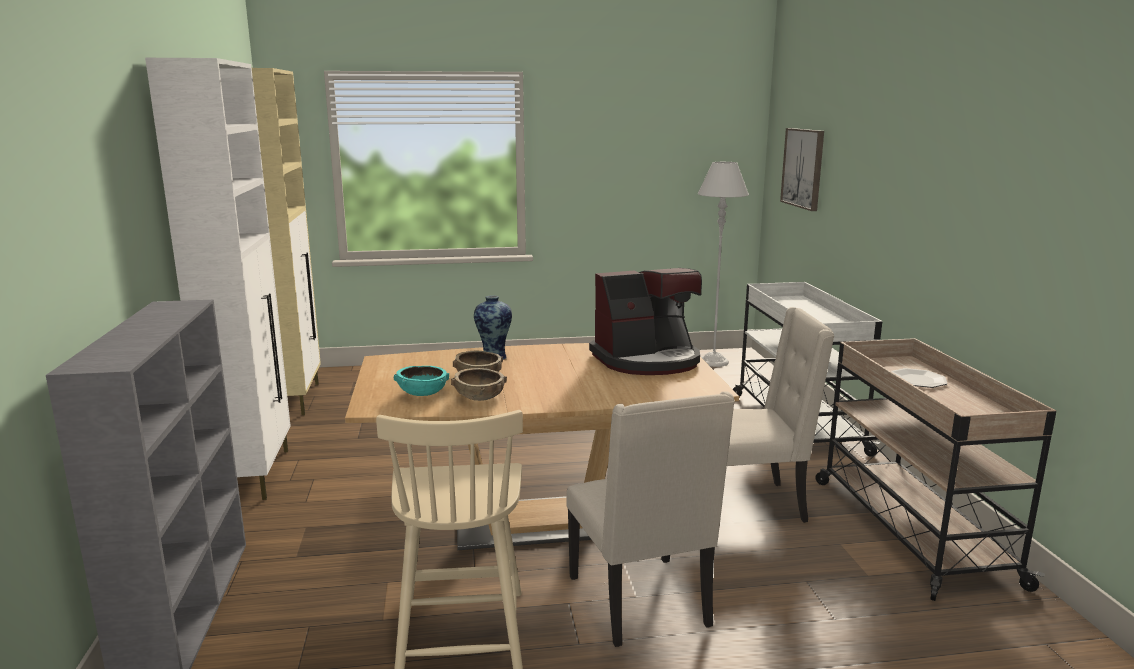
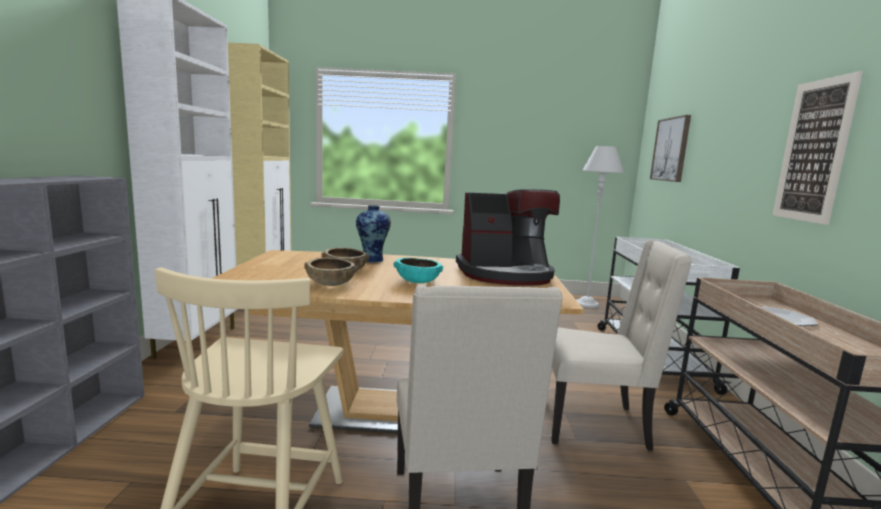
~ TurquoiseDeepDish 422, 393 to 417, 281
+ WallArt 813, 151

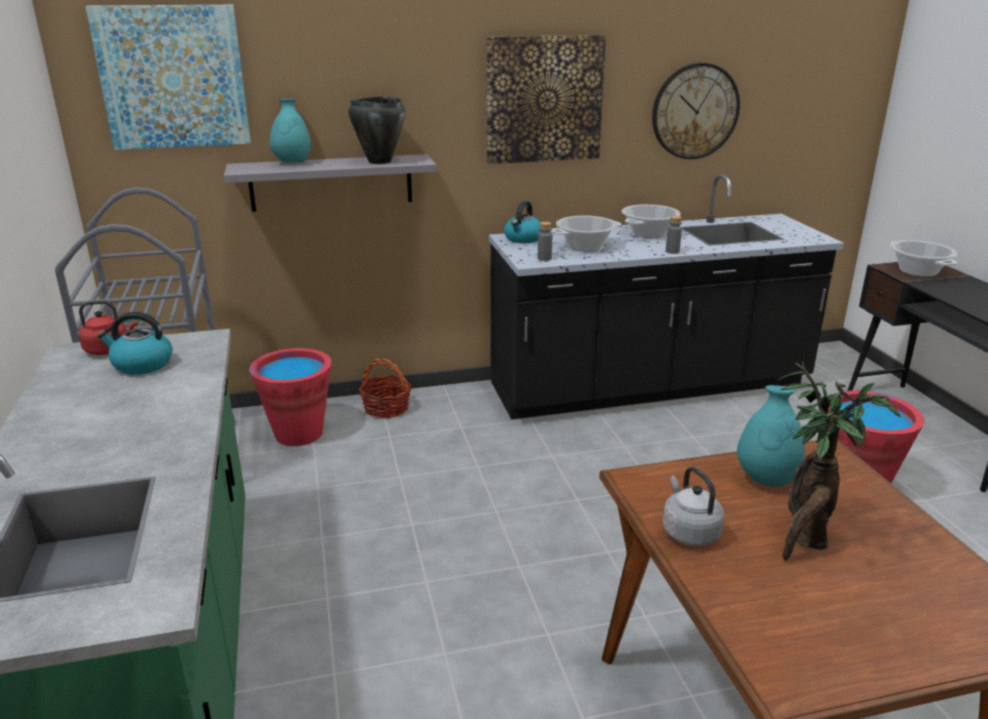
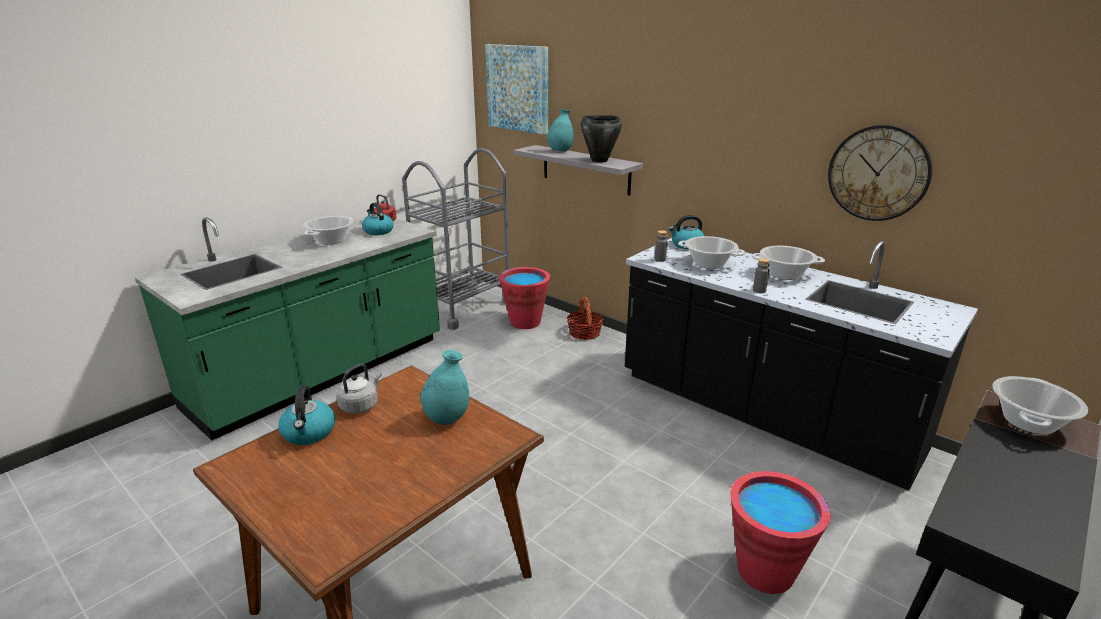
- WallArt 543, 99
- Houseplant 806, 537
+ Kettle 309, 433
+ Saucepot 331, 240

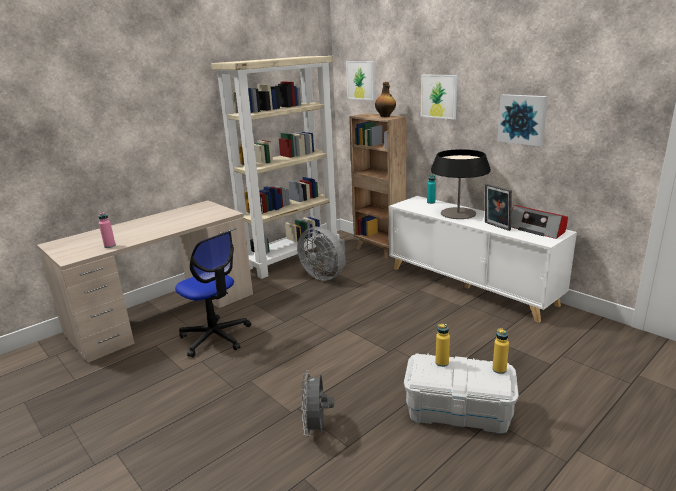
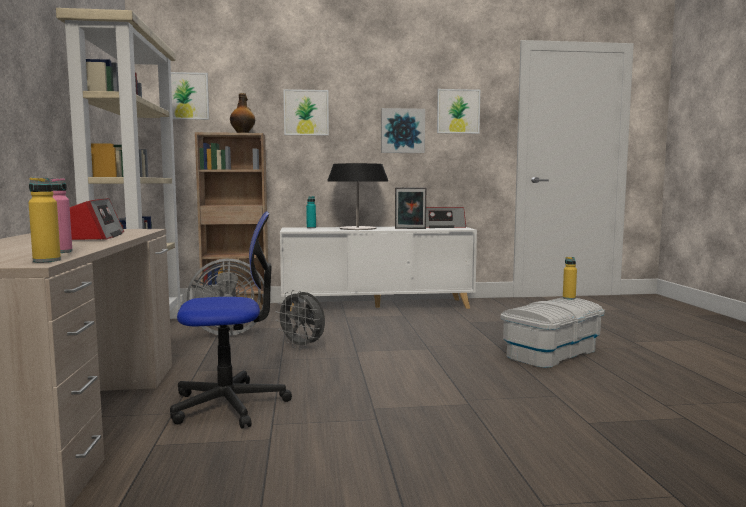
~ GreyishElectricFan 317, 428 to 302, 347
~ YellowBeverageBottle 442, 363 to 47, 260
+ Radio 94, 236
+ WallArt 458, 111

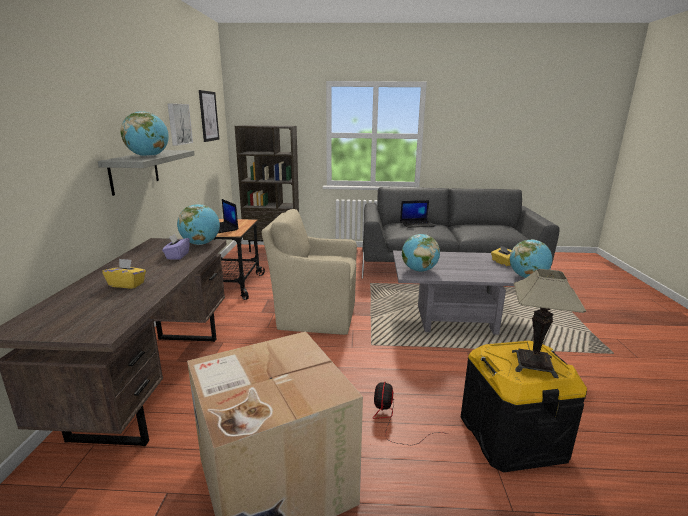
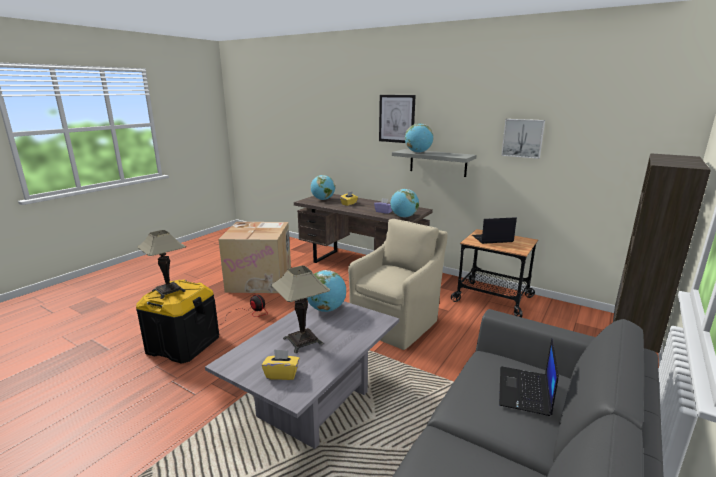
~ WallArt 208, 116 to 396, 118
~ Globe 527, 277 to 323, 199
+ TableLamp 302, 341

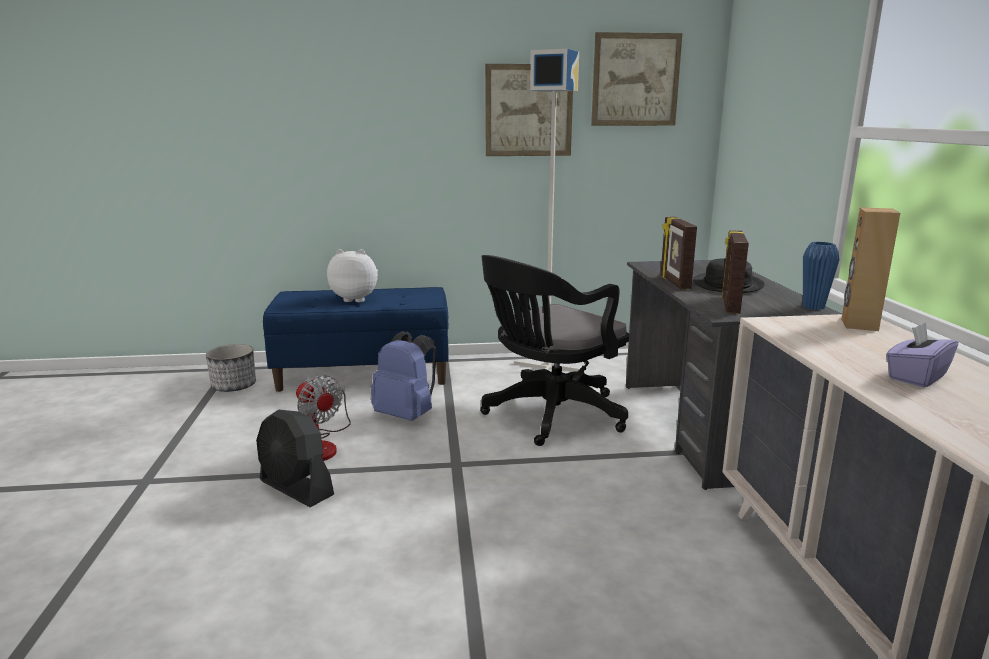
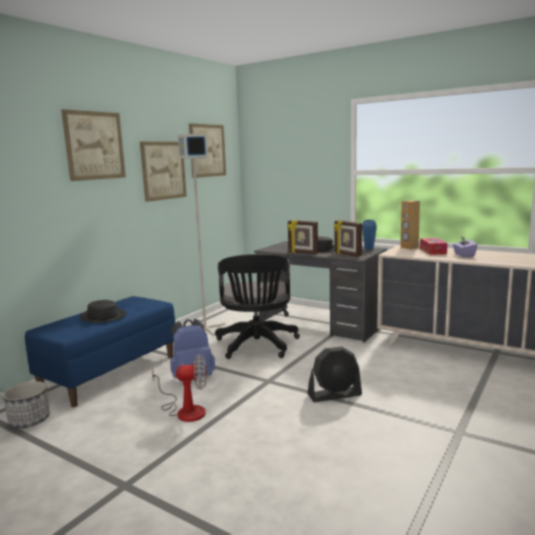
~ BlackColouredElectricFan 296, 488 to 334, 395
~ PlushToy 356, 299 to BlackColouredWearableHat 103, 316
+ WallArt 94, 145
+ BoxOfTissues 432, 251

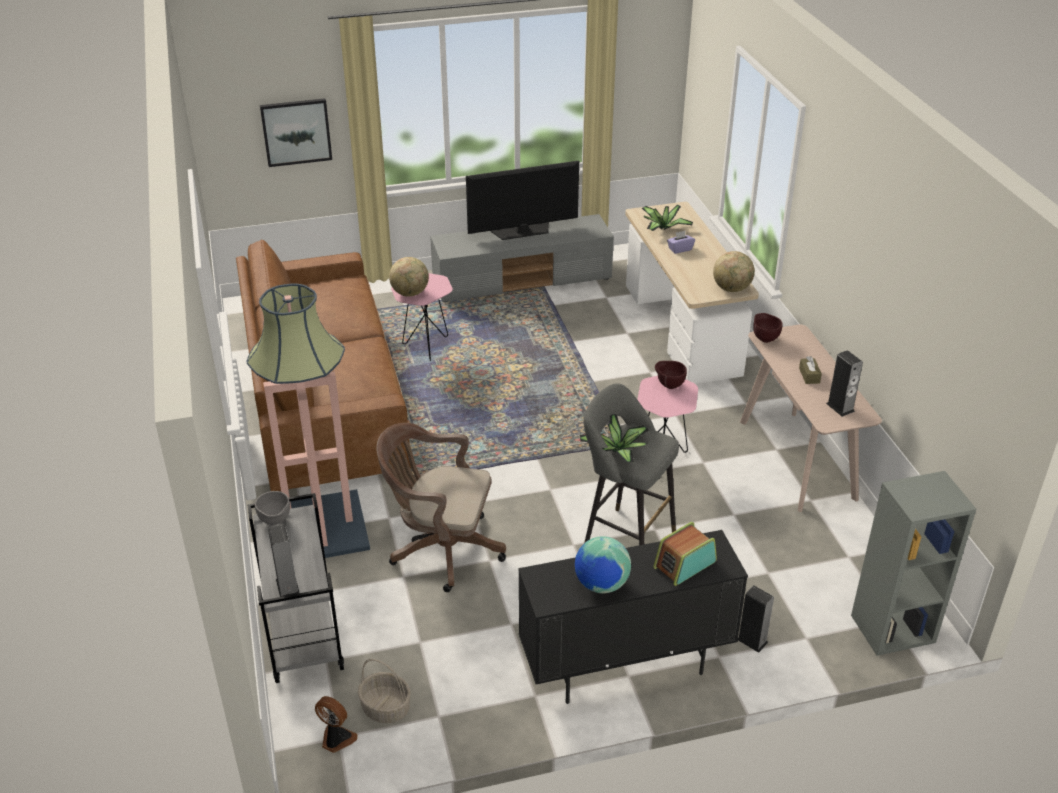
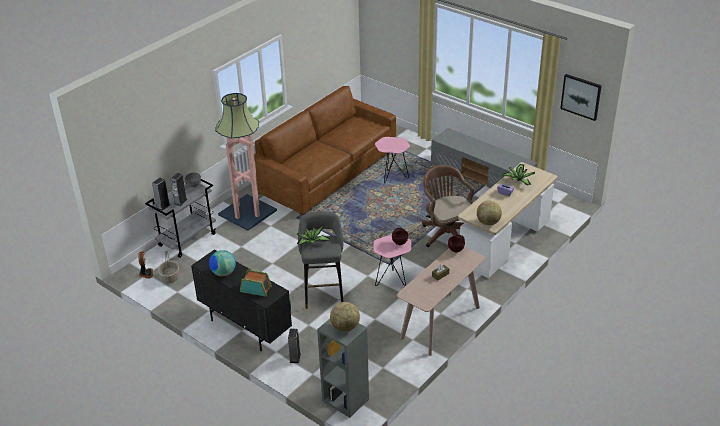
~ WallArt 296, 132 to 581, 96
~ BrownColouredComputerChair 441, 549 to 447, 233
~ Globe 410, 293 to 345, 327
- Tv 522, 231
~ AudioSpeaker 840, 407 to 180, 201

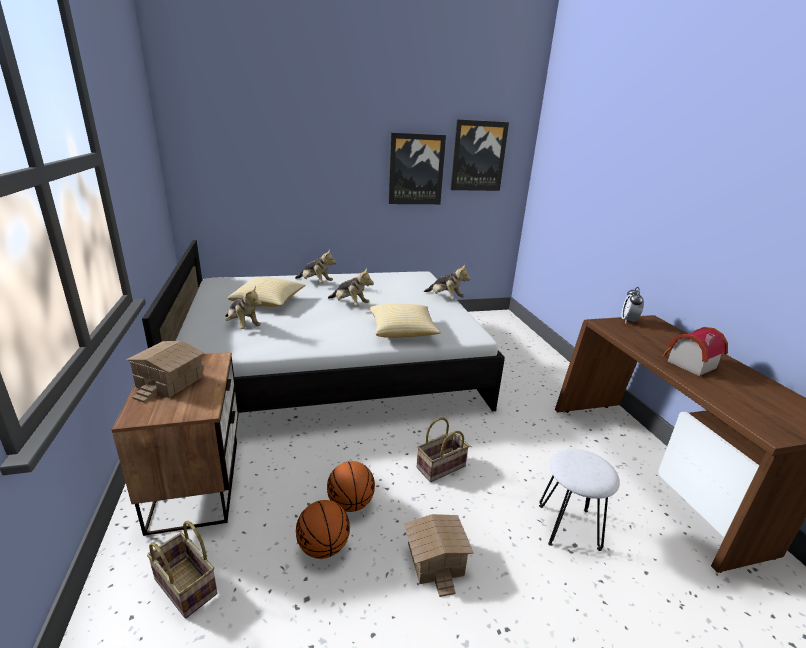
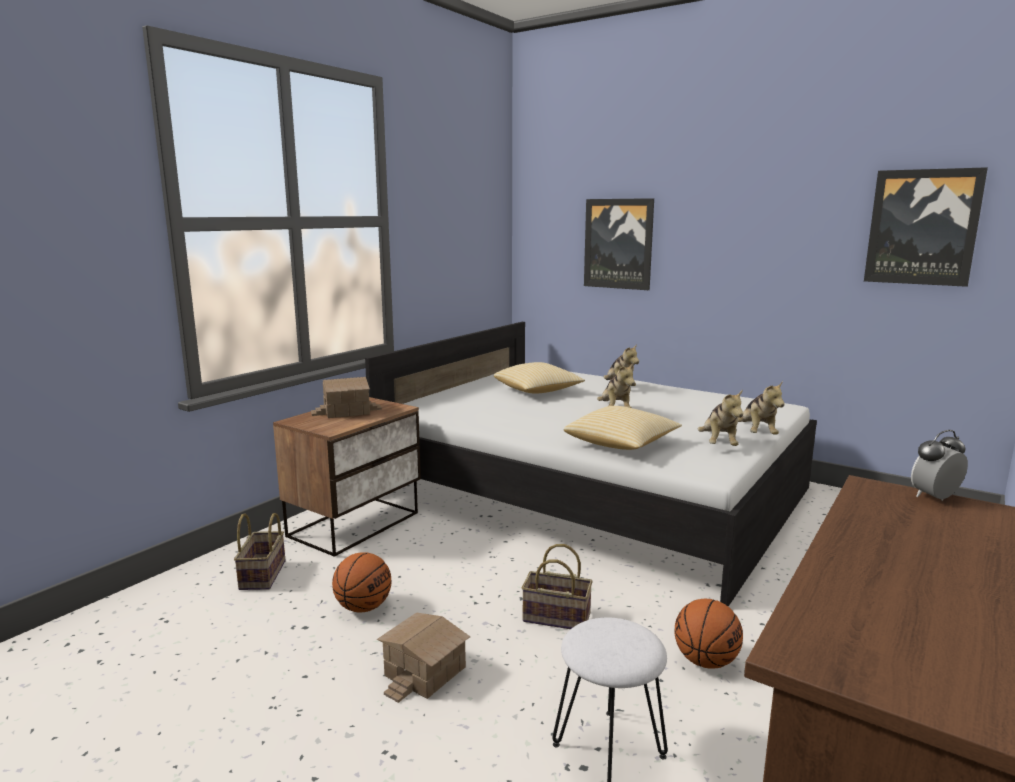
~ PlushToy 243, 326 to 718, 444
~ Basketball 351, 503 to 706, 661
~ WallArt 416, 169 to 618, 244
- MiniatureHouse 688, 363

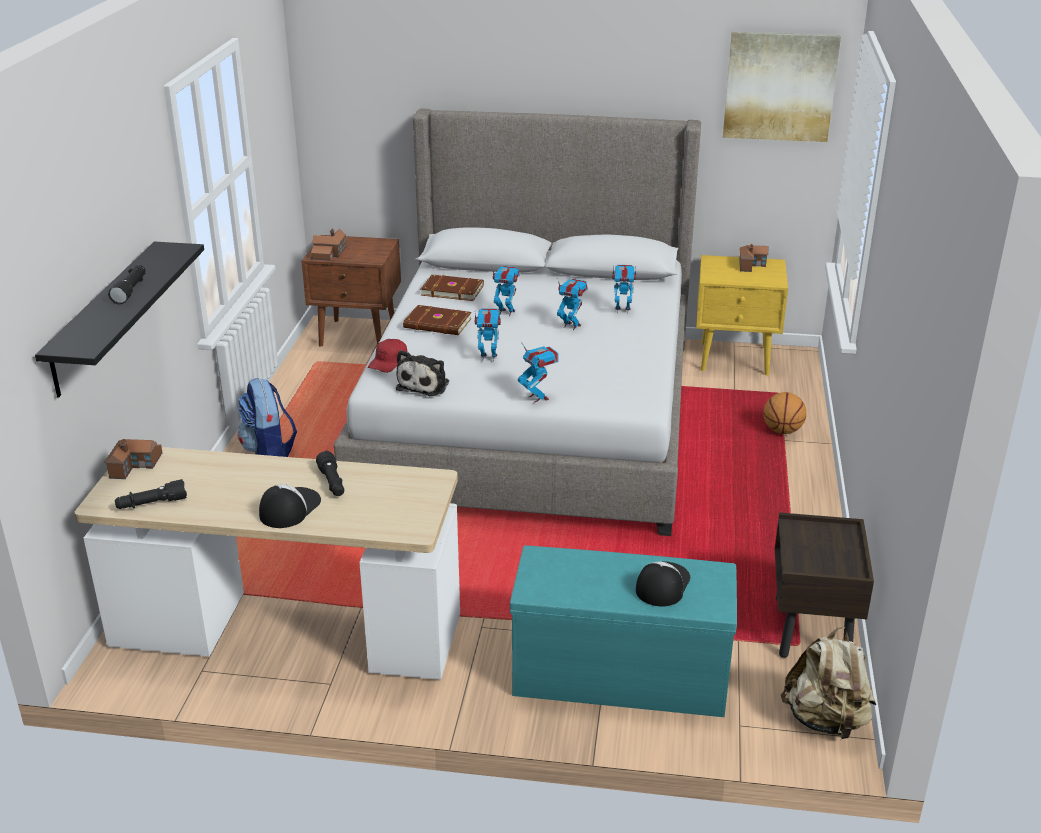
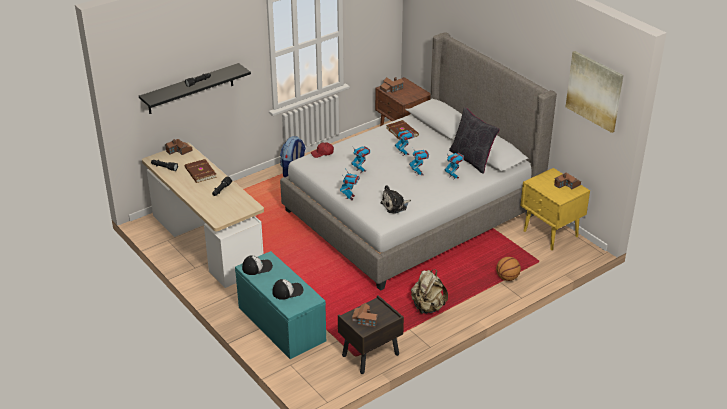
~ Cap 289, 508 to 257, 267
~ PlushToy 425, 384 to 395, 206
~ BrownColouredVolume 437, 324 to 200, 173
~ BeigeColouredRucksack 826, 720 to 428, 307
+ MiniatureHouse 364, 319
+ BlackColouredCushion 472, 159

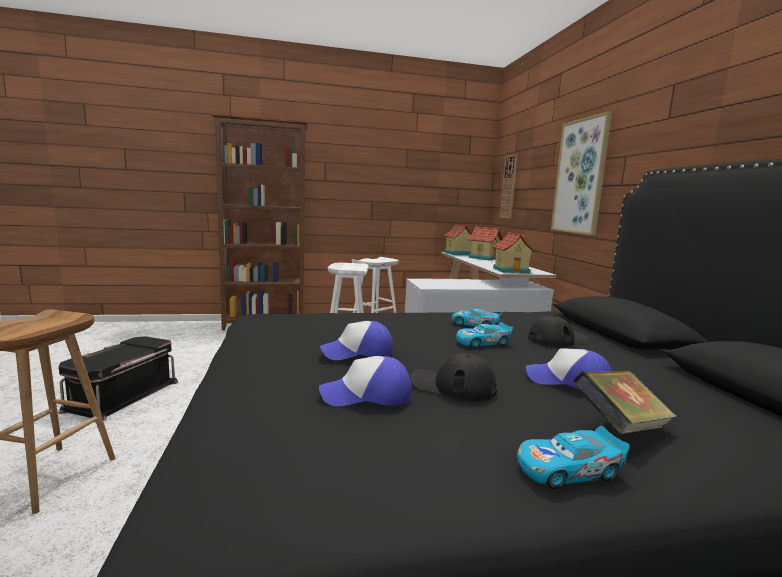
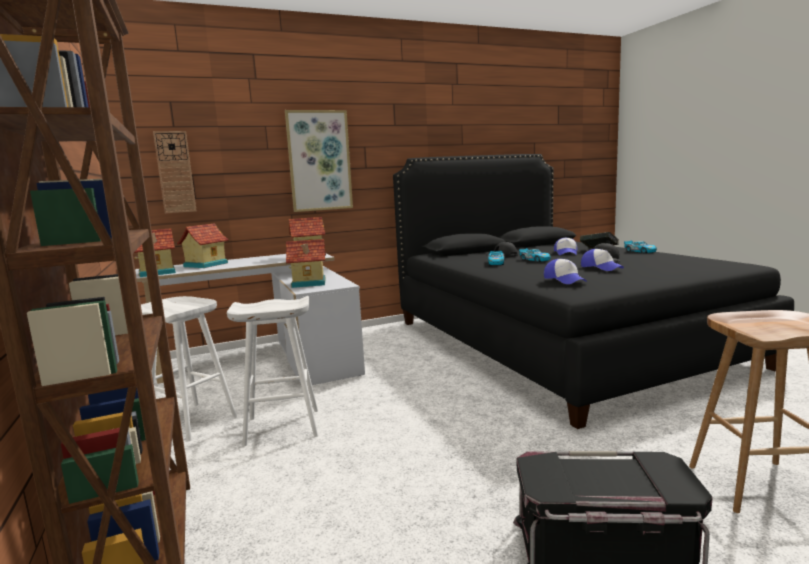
~ Cap 367, 395 to 564, 280
+ MiniatureHouse 309, 283

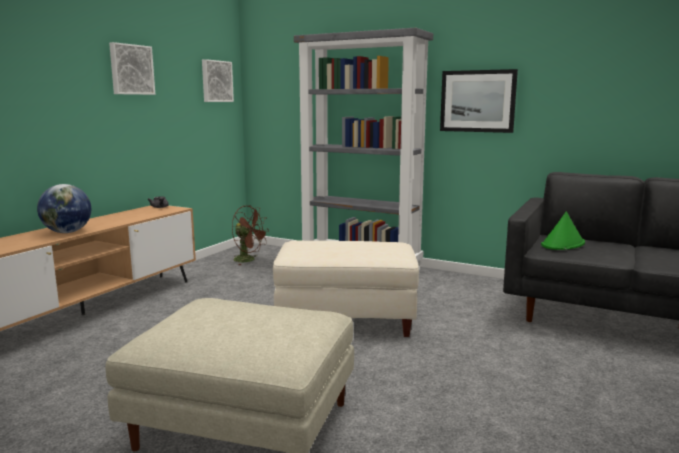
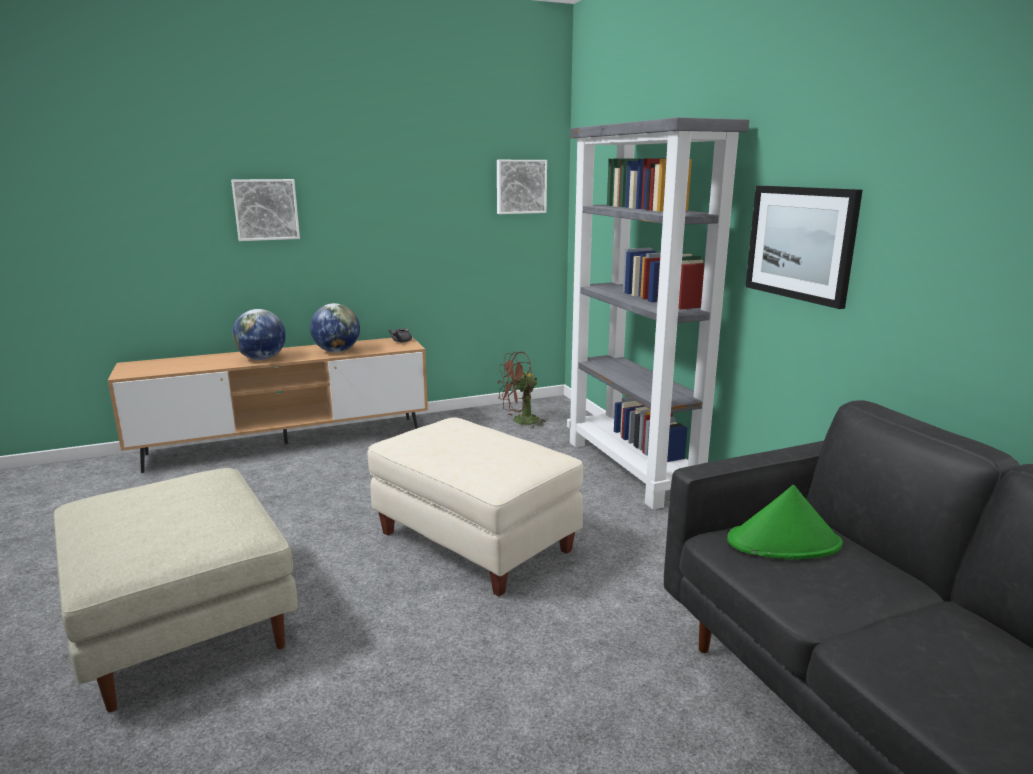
~ WallArt 131, 69 to 266, 209
~ BrownColouredElectricFan 249, 260 = 520, 422 90 degrees clockwise
+ Globe 337, 351

